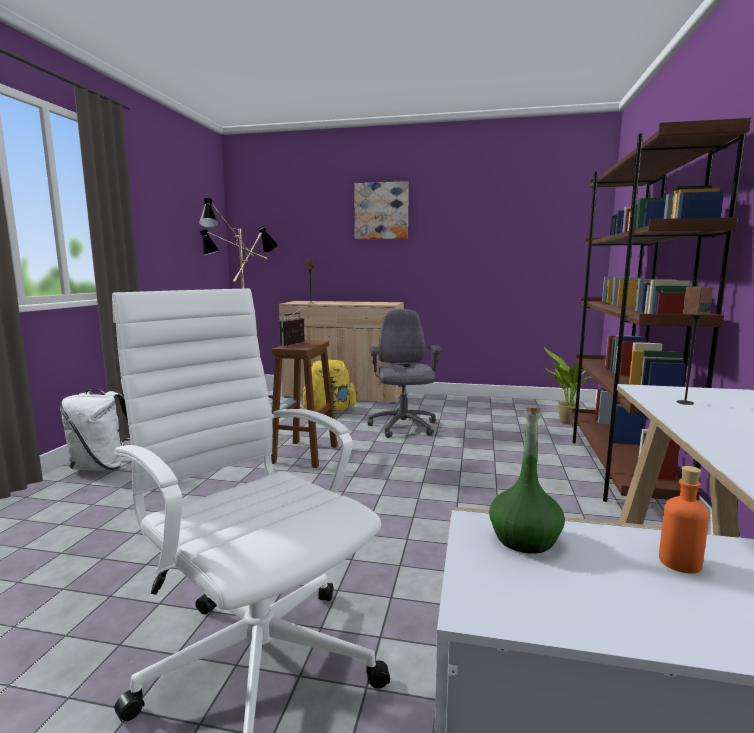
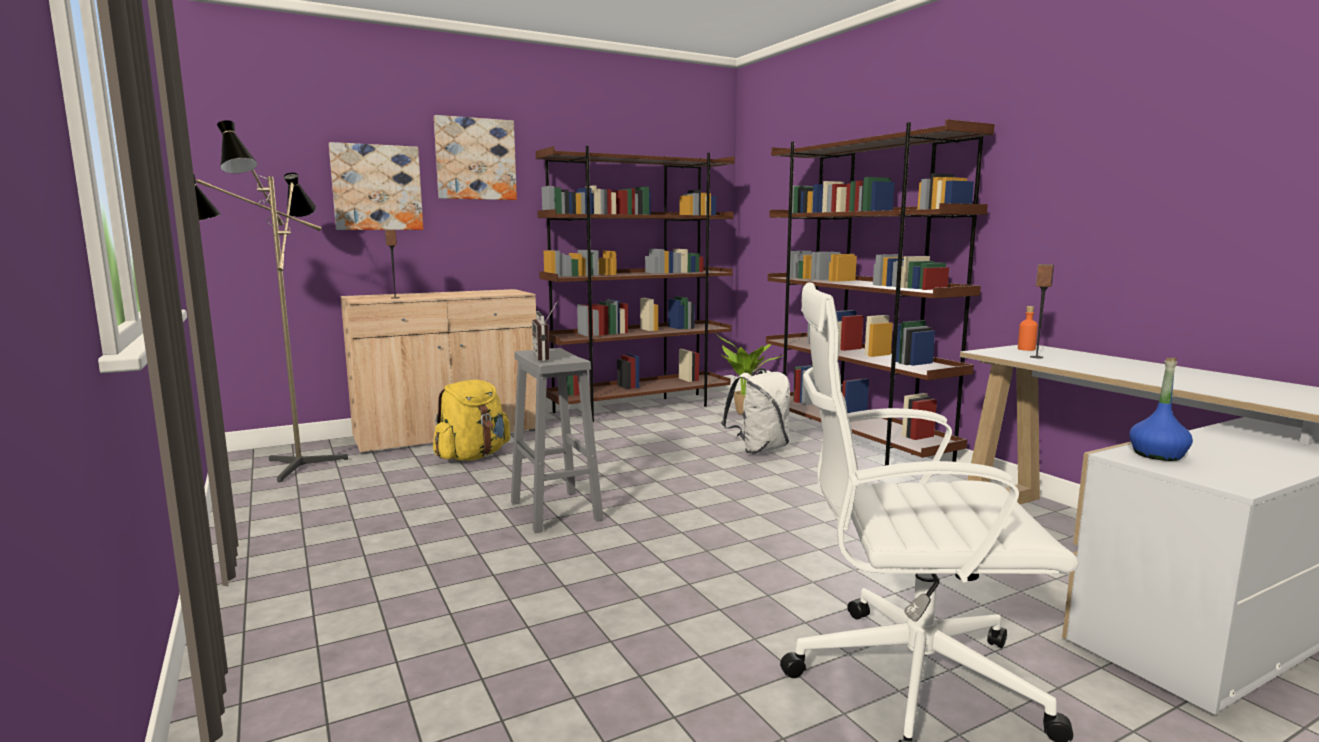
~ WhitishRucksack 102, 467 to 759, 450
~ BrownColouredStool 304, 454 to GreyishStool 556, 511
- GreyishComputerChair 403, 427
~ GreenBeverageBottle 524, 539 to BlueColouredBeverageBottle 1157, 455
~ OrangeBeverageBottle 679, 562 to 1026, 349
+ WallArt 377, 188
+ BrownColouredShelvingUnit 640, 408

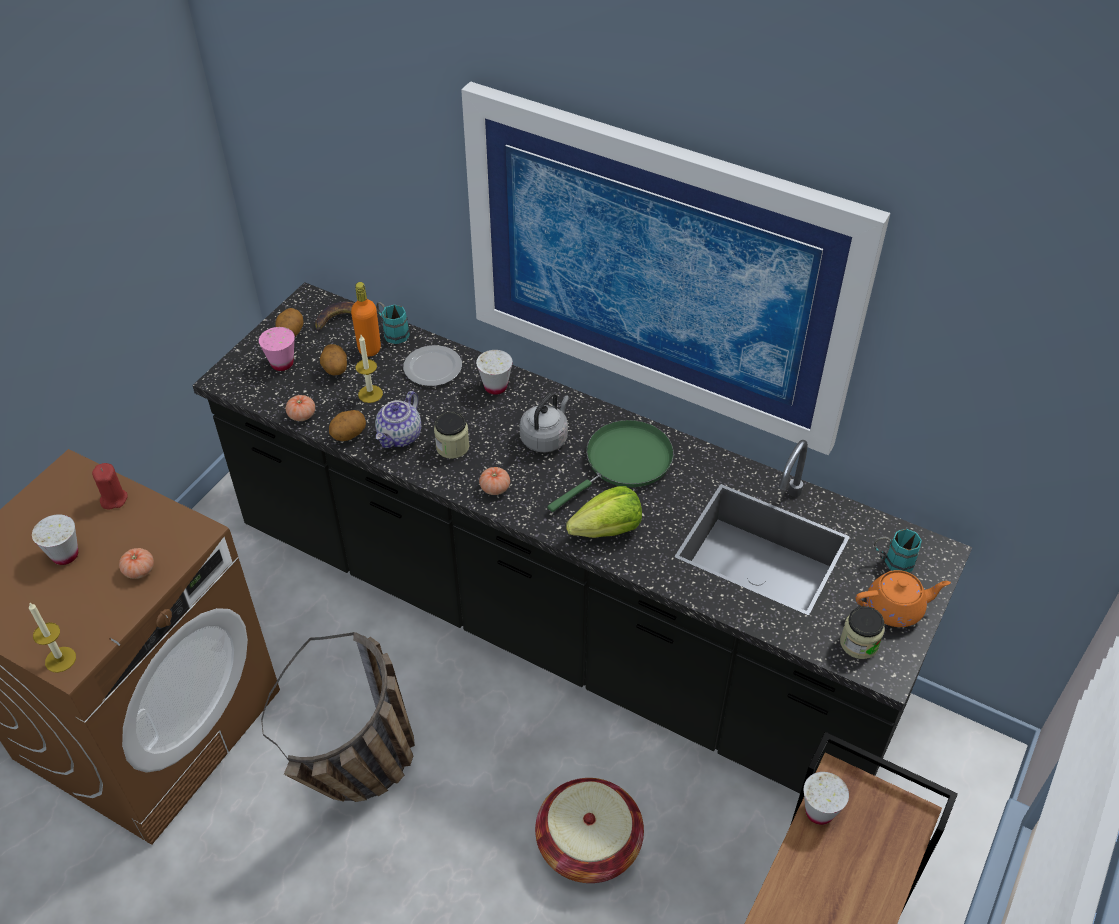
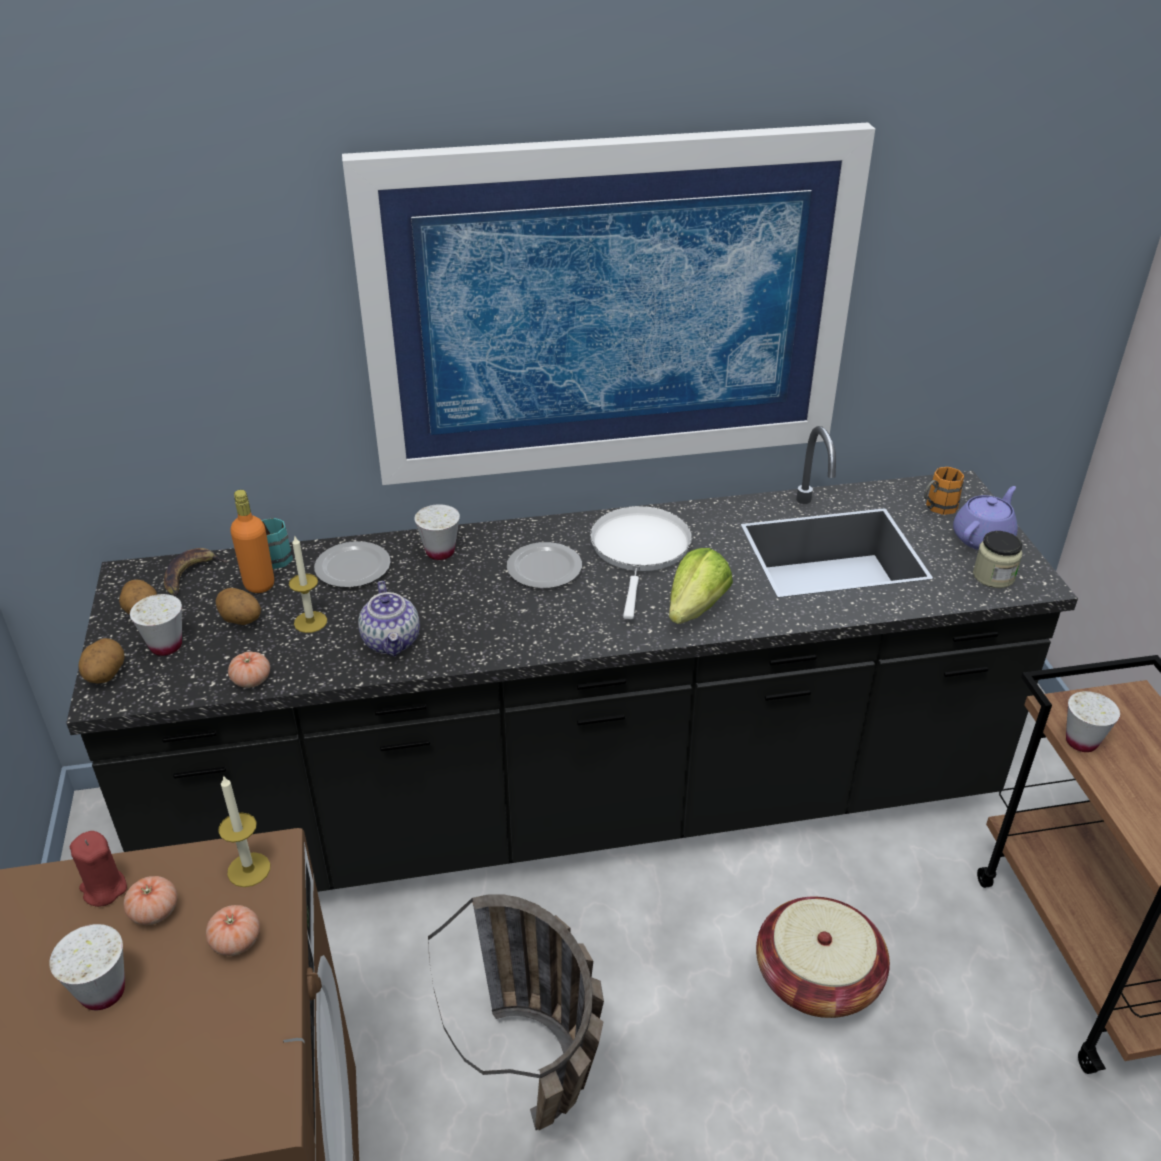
~ WaxLight 60, 659 to 249, 869
~ PinkishSmallCup 282, 363 to WhitishSmallCup 166, 646
~ Potato 349, 435 to 105, 675
- StorageJar 452, 447
~ WholeTomato 495, 488 to 154, 911
~ GreyishKettle 545, 438 to Plate 543, 568
~ GreenPan 624, 462 to WhitishPan 640, 550
~ OrangePotForTea 895, 608 to PurplePotForTea 983, 538
~ TurquoiseMug 892, 561 to OrangeMug 936, 508

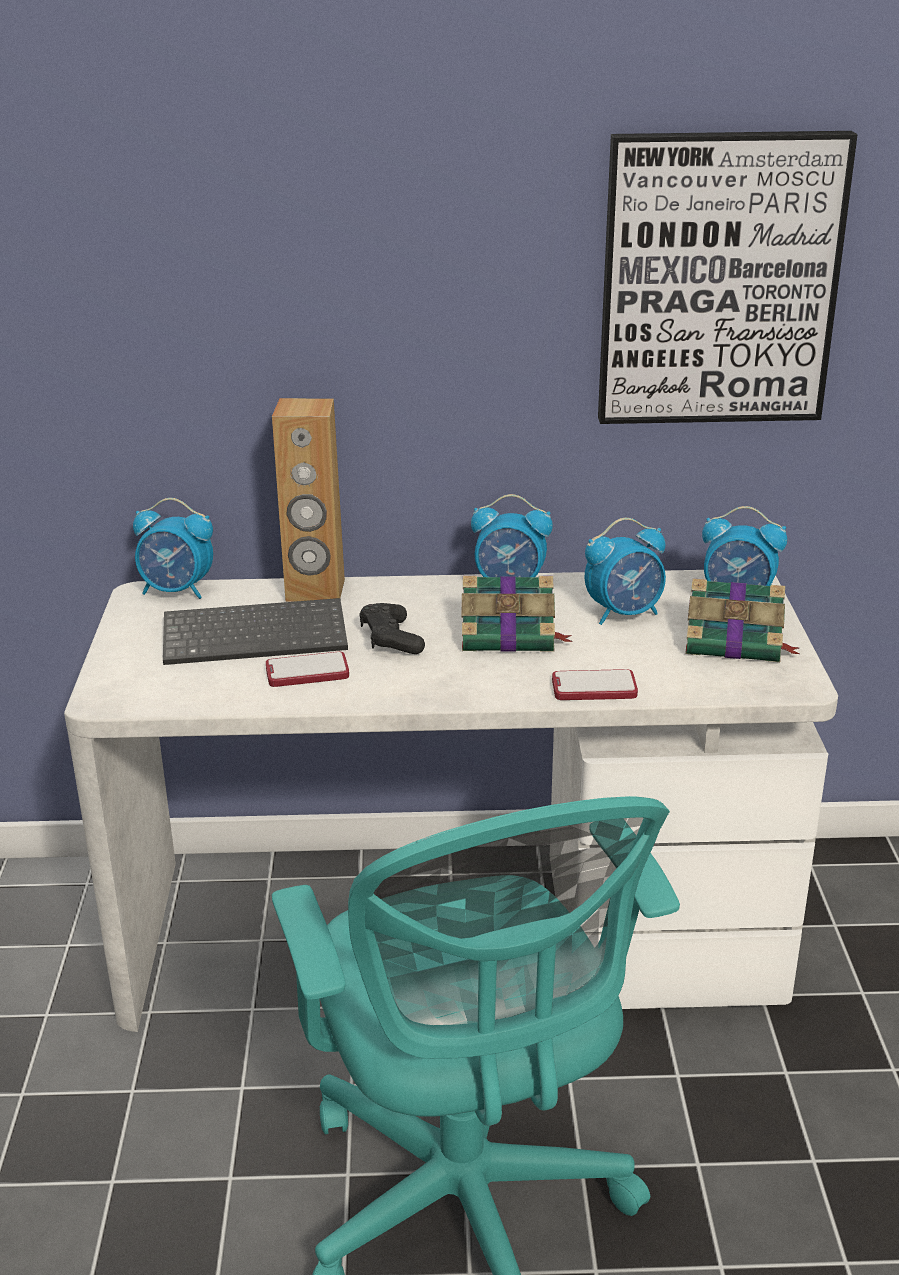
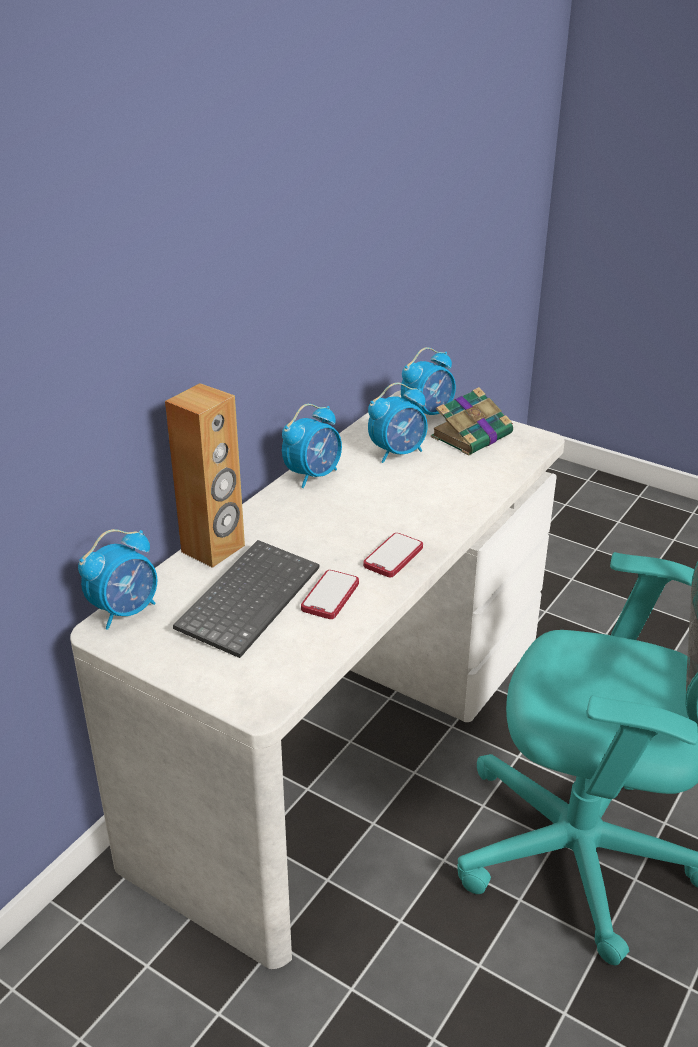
- BlackColouredGameController 391, 639
- Volume 510, 634
~ Phone 594, 688 to 393, 557
~ BedsideClock 624, 614 = 398, 453 45 degrees clockwise
- WallArt 718, 280

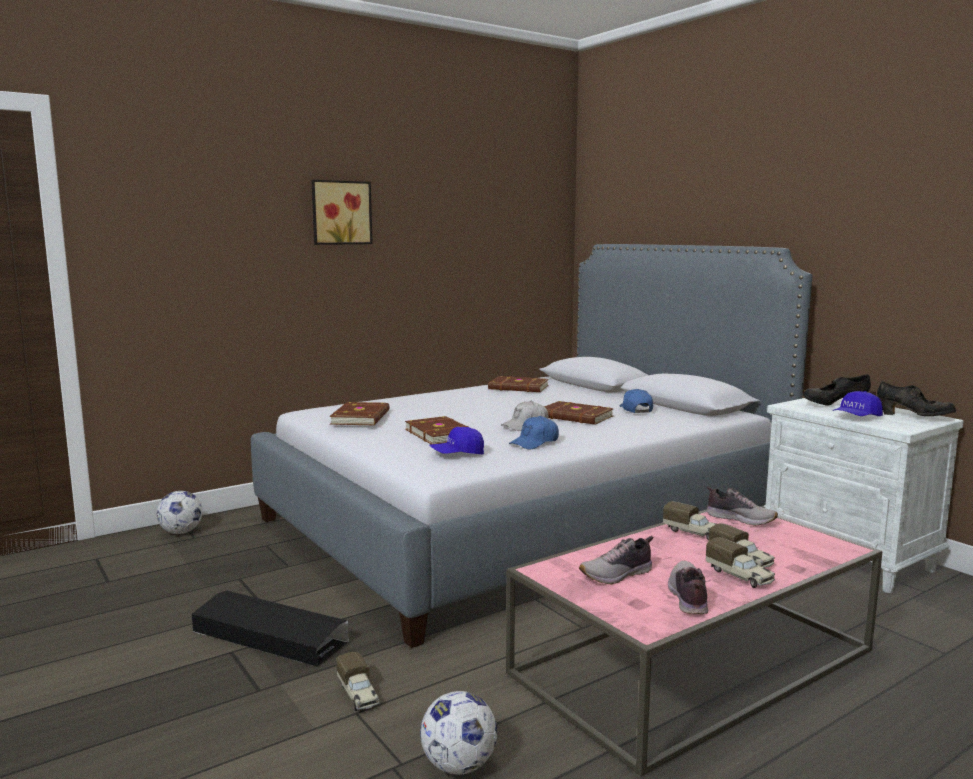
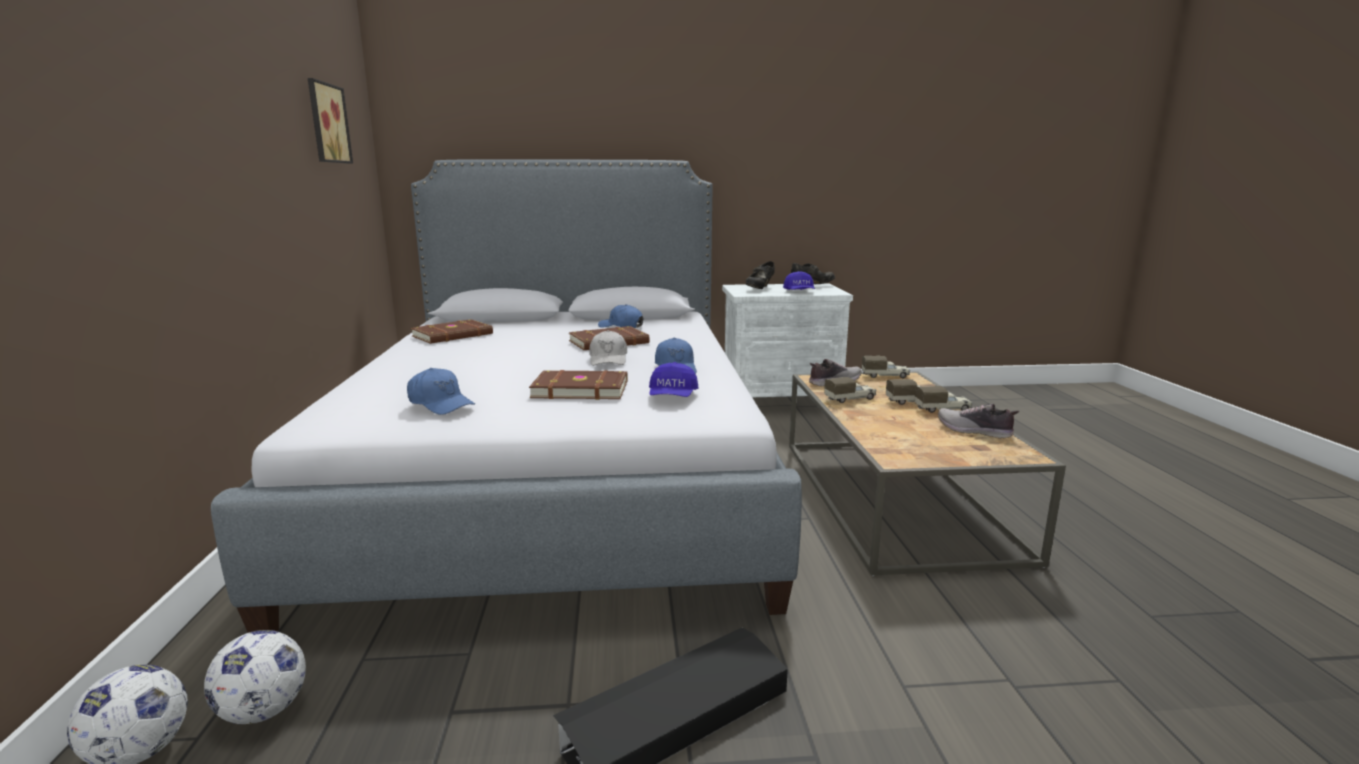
~ WallArt 340, 212 to 326, 123
~ BrownColouredVolume 362, 417 to BlueColouredCap 440, 404
~ ToyLorry 358, 695 to 885, 376
~ Football 458, 765 to 263, 711
~ PinkishLoungeTable 692, 662 to BrownColouredLoungeTable 893, 497
- LowShoe 617, 575

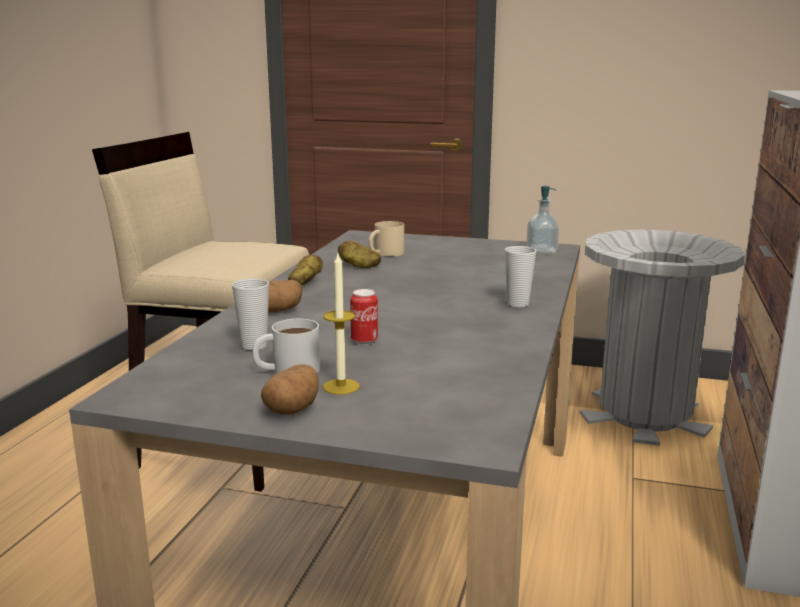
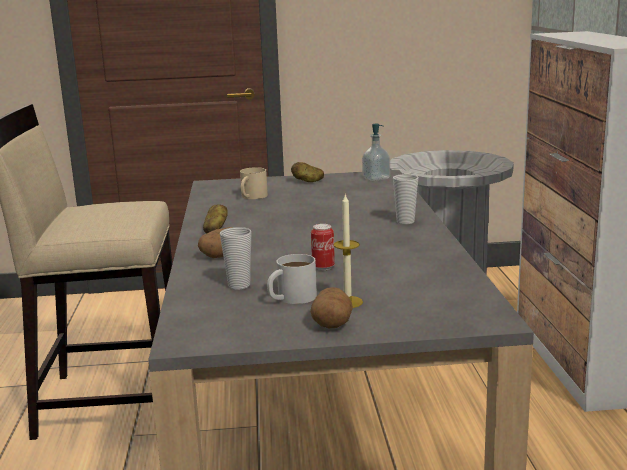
~ Potato 359, 266 to 307, 181

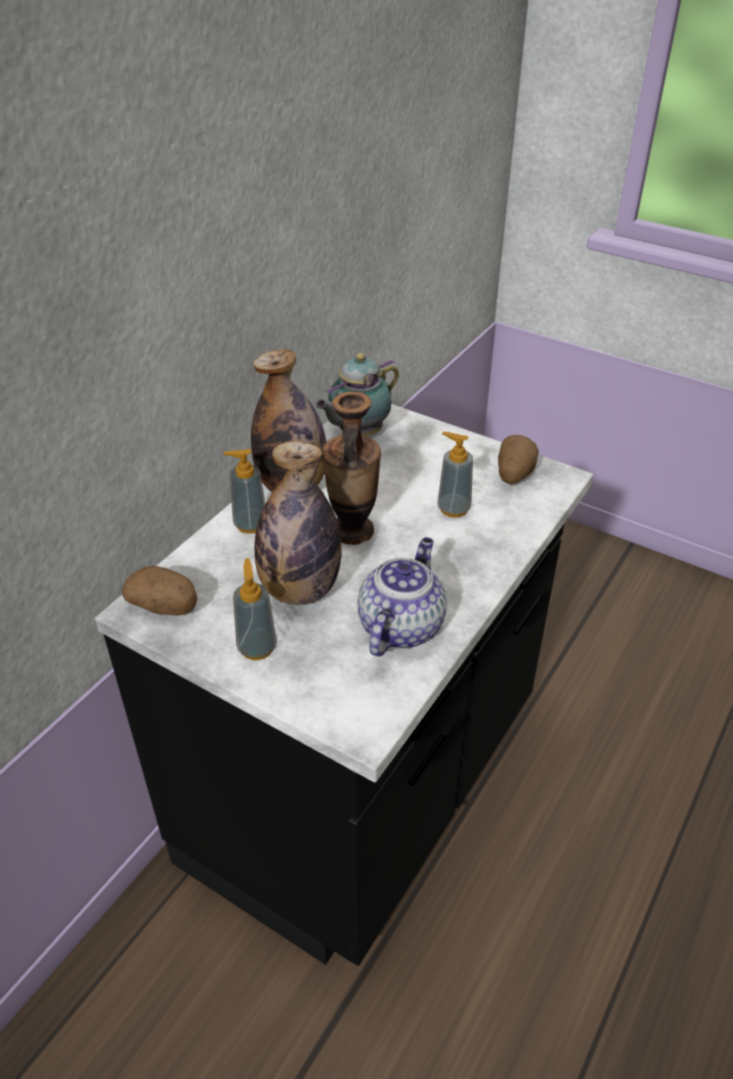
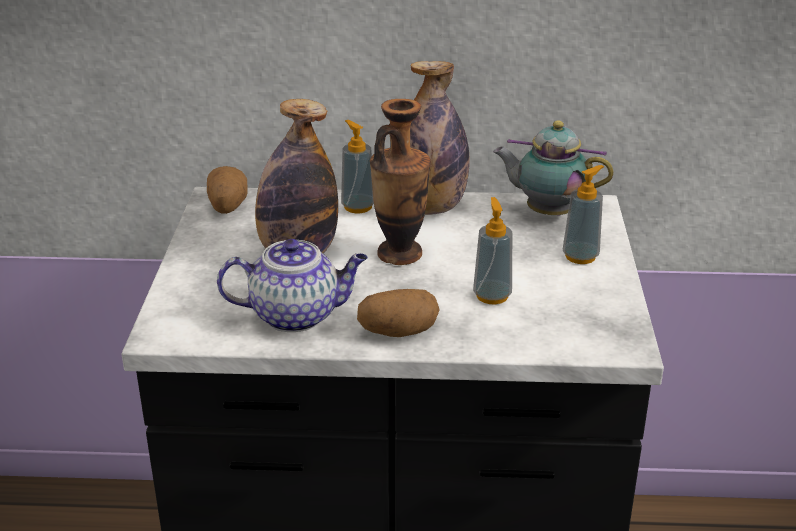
~ SoapDispenser 257, 647 to 580, 256
~ Potato 514, 474 to 398, 331

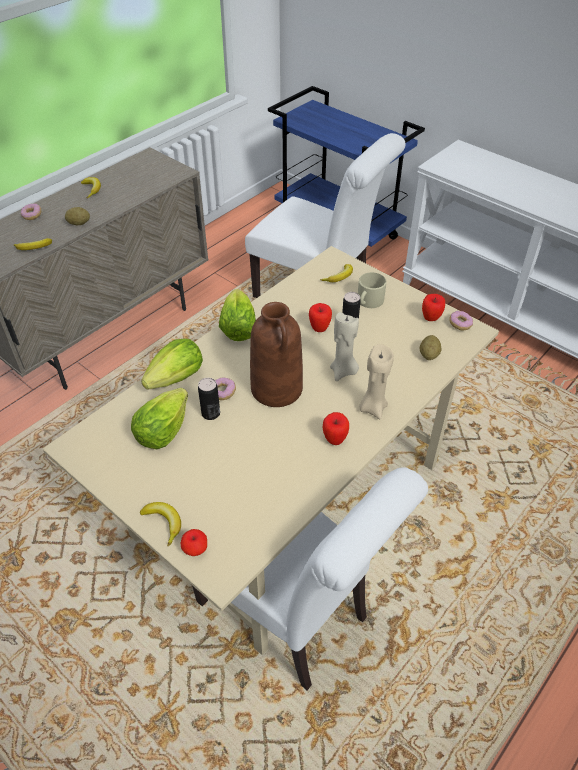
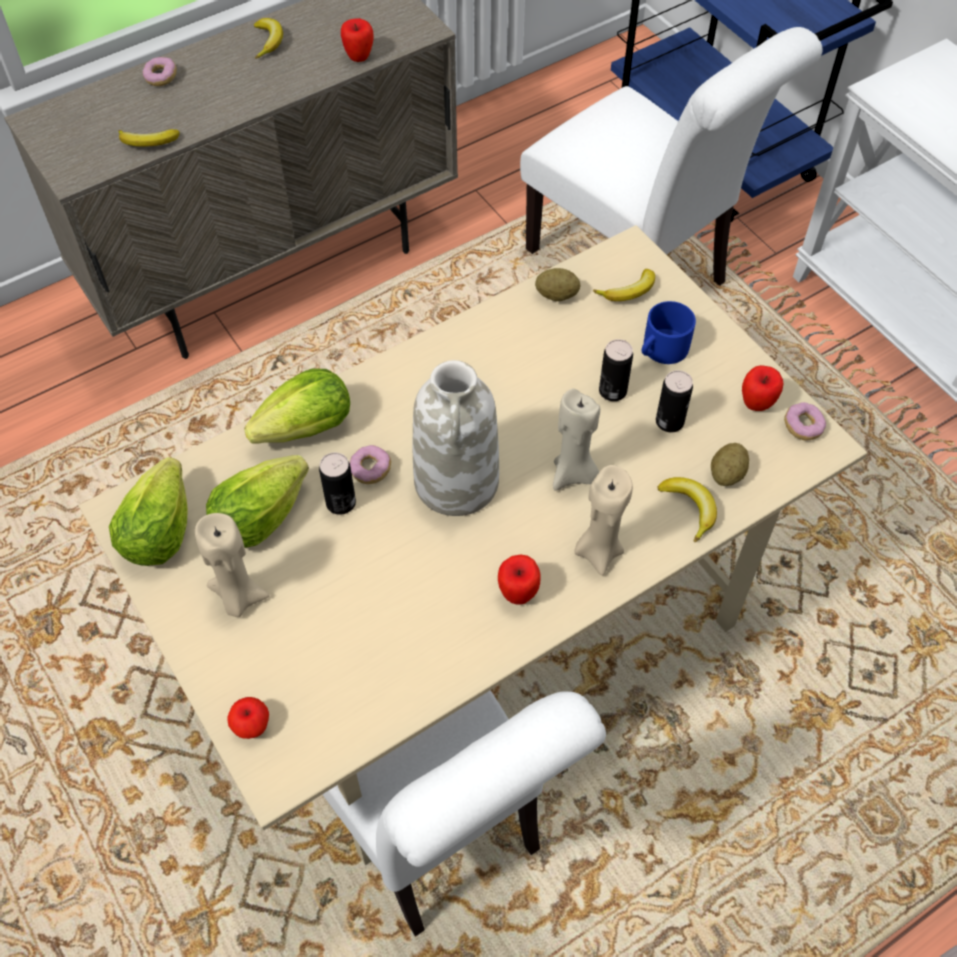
~ Potato 79, 223 to 556, 295
~ BananaFruit 164, 523 to 689, 508
~ Lettuce 238, 329 to 158, 532
~ BrownColouredVase 277, 389 to WhitishVase 457, 482
~ AppleFruit 319, 328 to 359, 57
~ BeigeColouredMug 368, 301 to BlueColouredMug 661, 349
+ BeigeColouredWaxLight 238, 597
+ Can 669, 421

